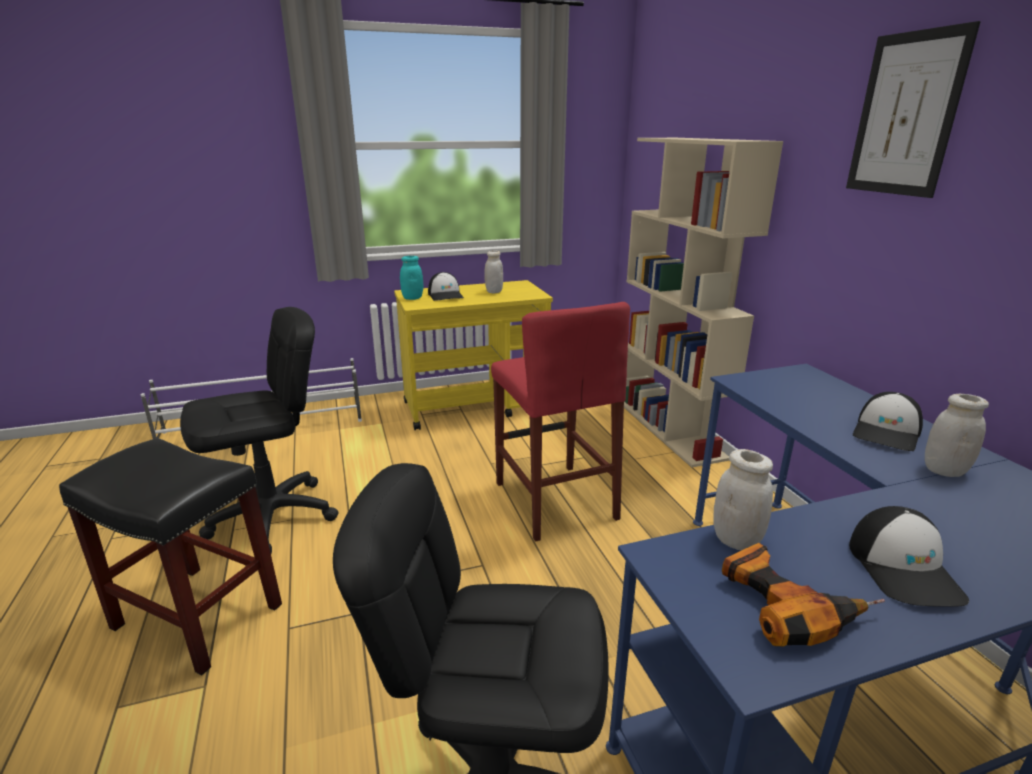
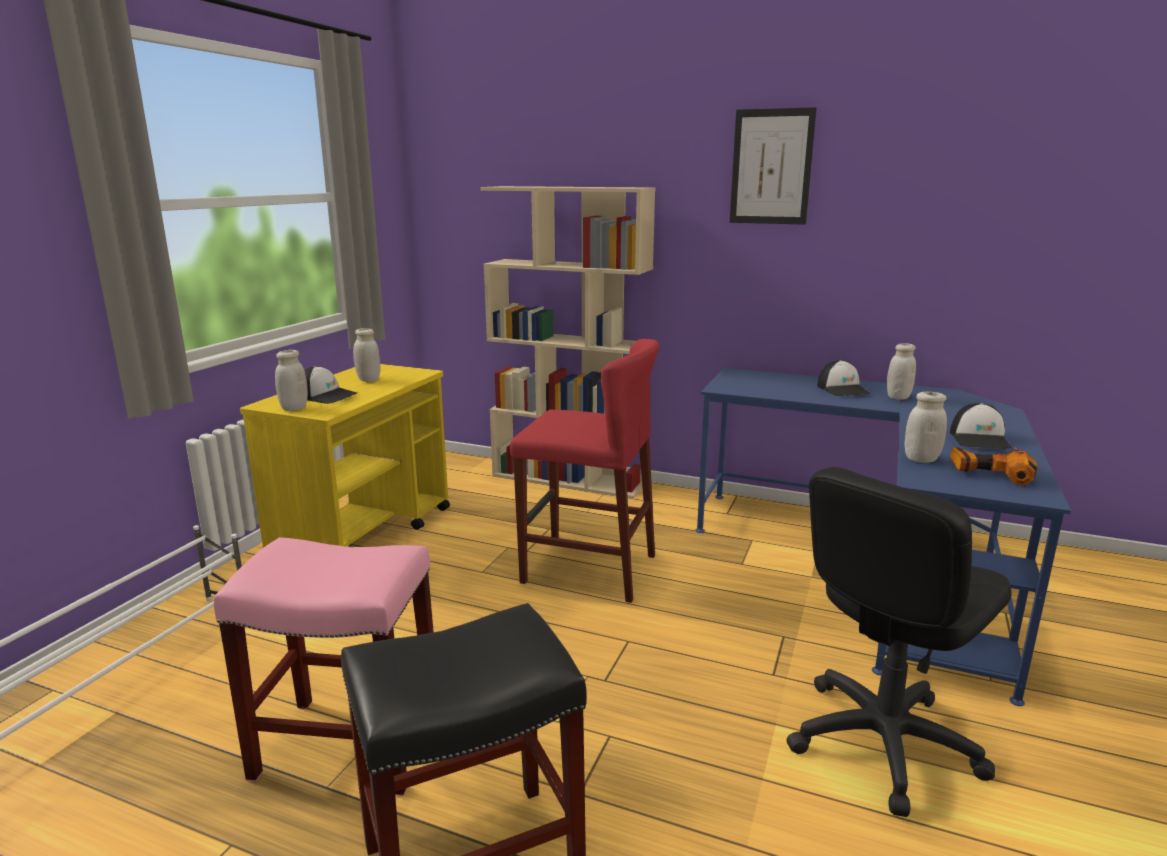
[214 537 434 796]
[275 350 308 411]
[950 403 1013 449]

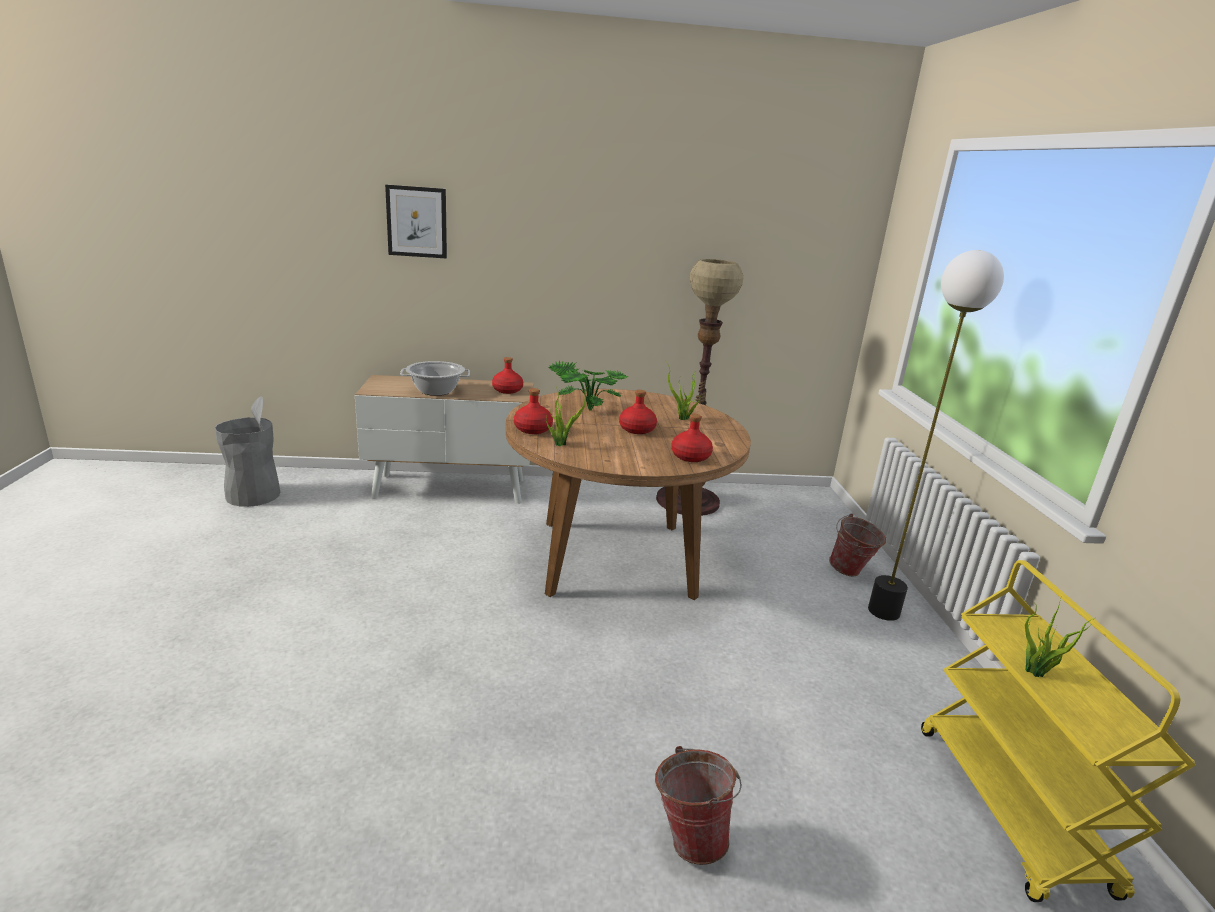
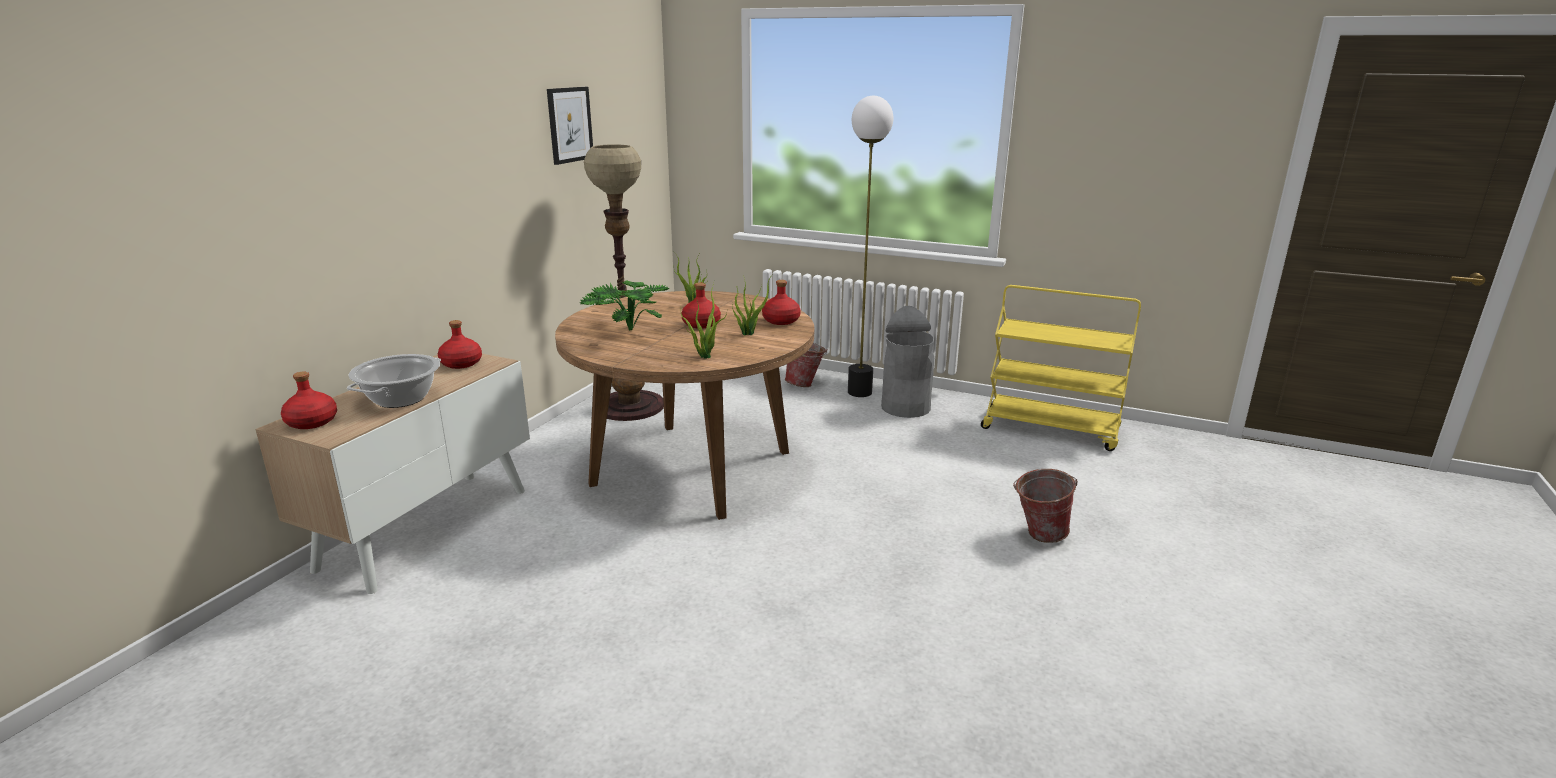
[881 306 934 418]
[547 87 593 165]
[281 371 337 429]
[732 273 774 335]

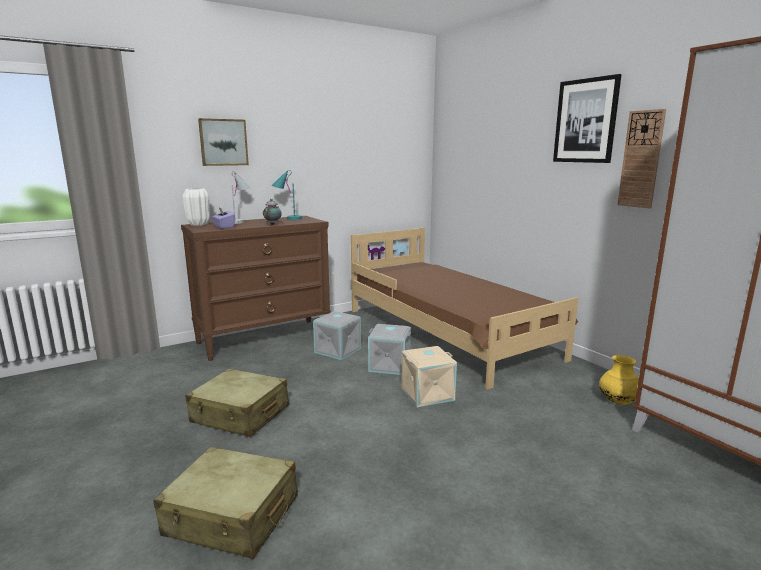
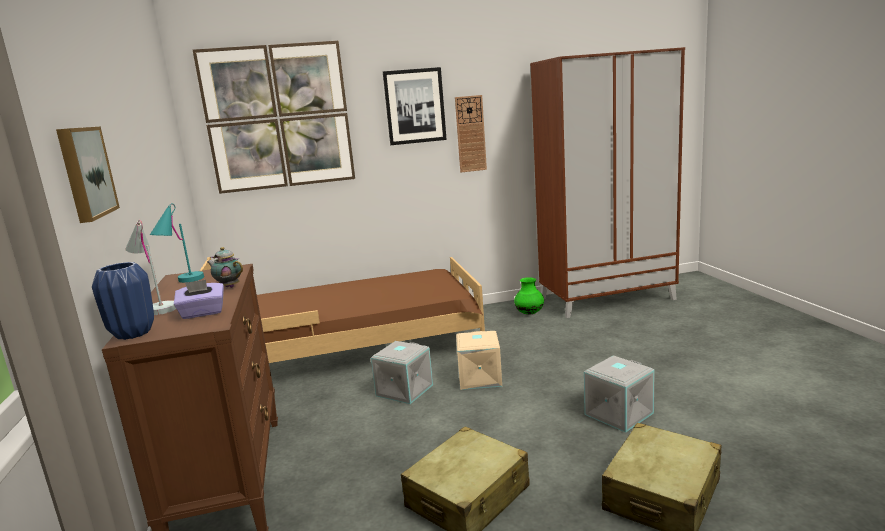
[193 41 355 194]
[584 355 655 433]
[92 262 154 340]
[514 277 544 314]

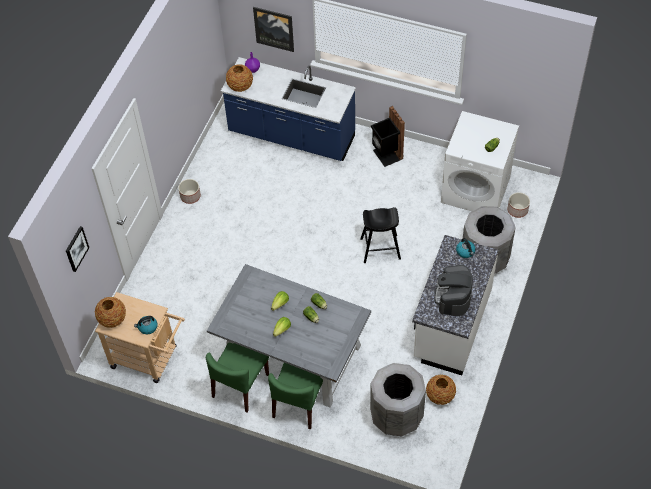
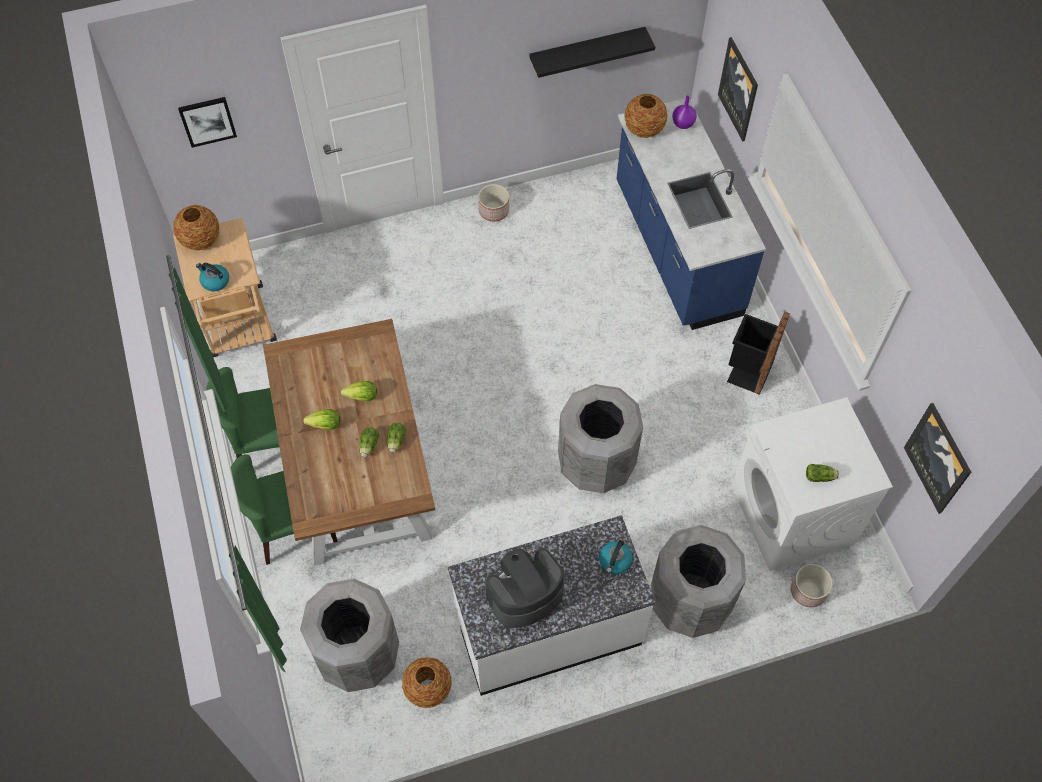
[529 27 655 78]
[904 403 971 514]
[558 384 643 493]
[263 319 435 566]

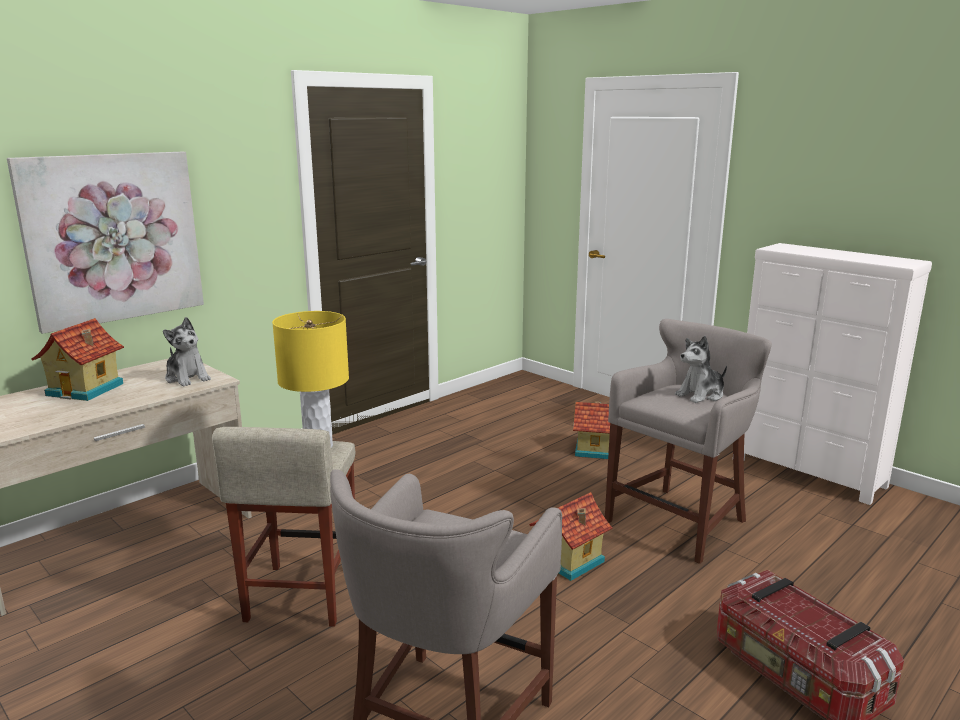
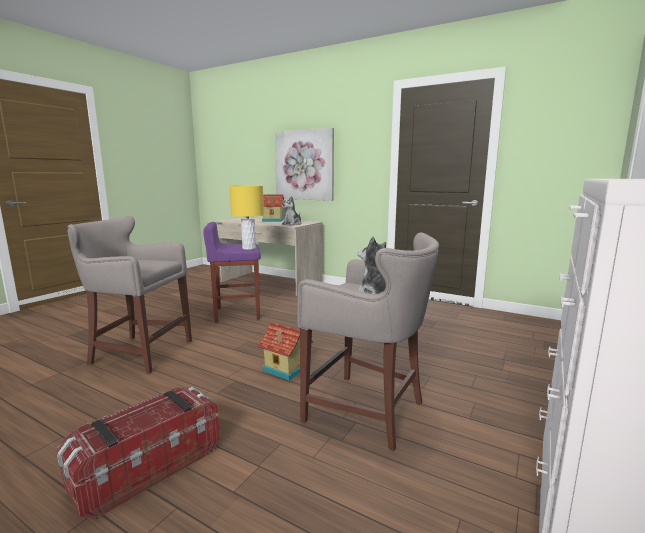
[573 402 610 459] (first image)
[203 222 261 323]

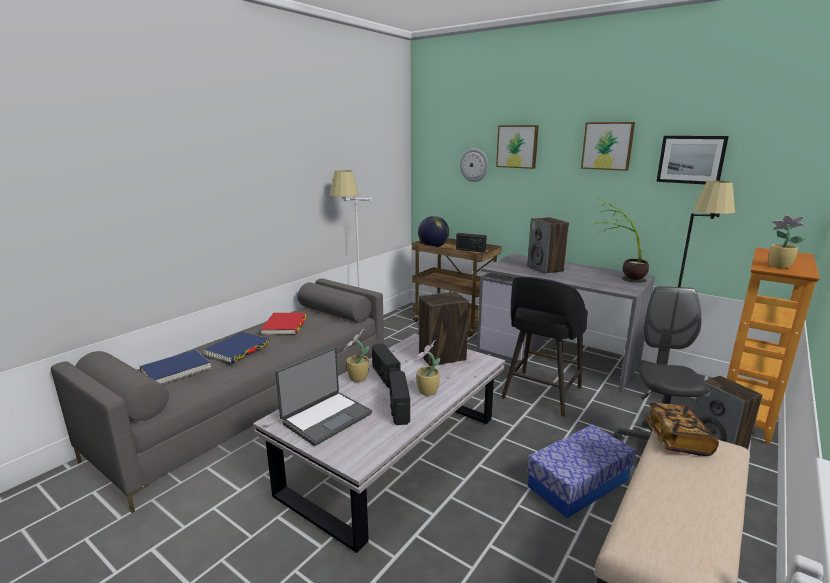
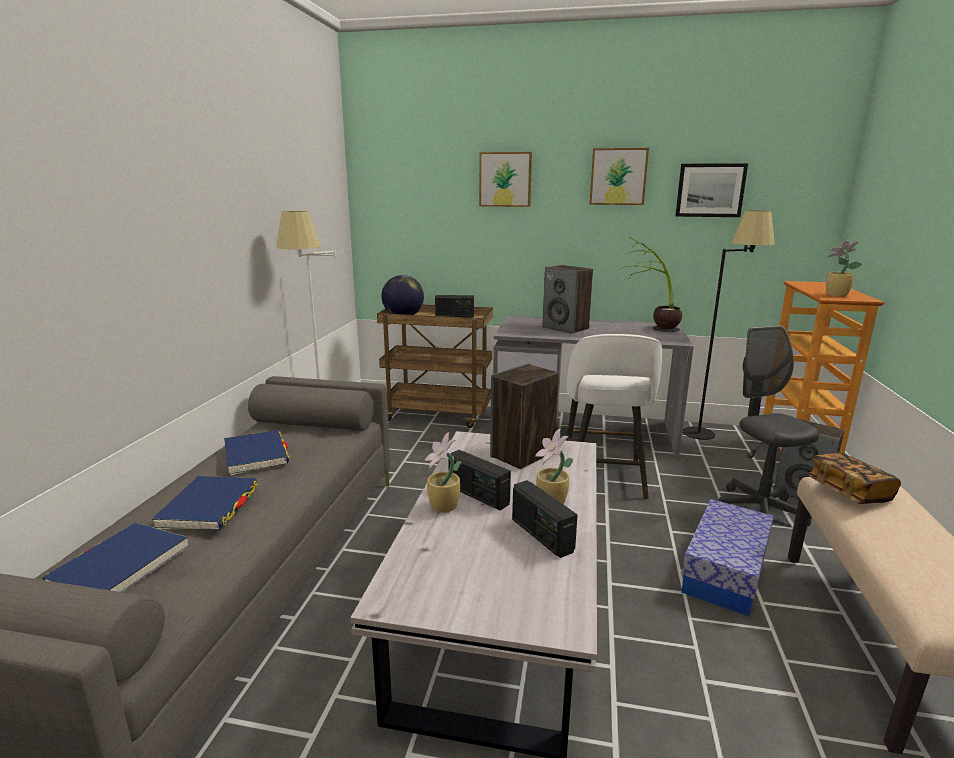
[275 347 372 446] (first image)
[460 148 488 182] (first image)
[224 430 289 476]
[566 334 662 499]

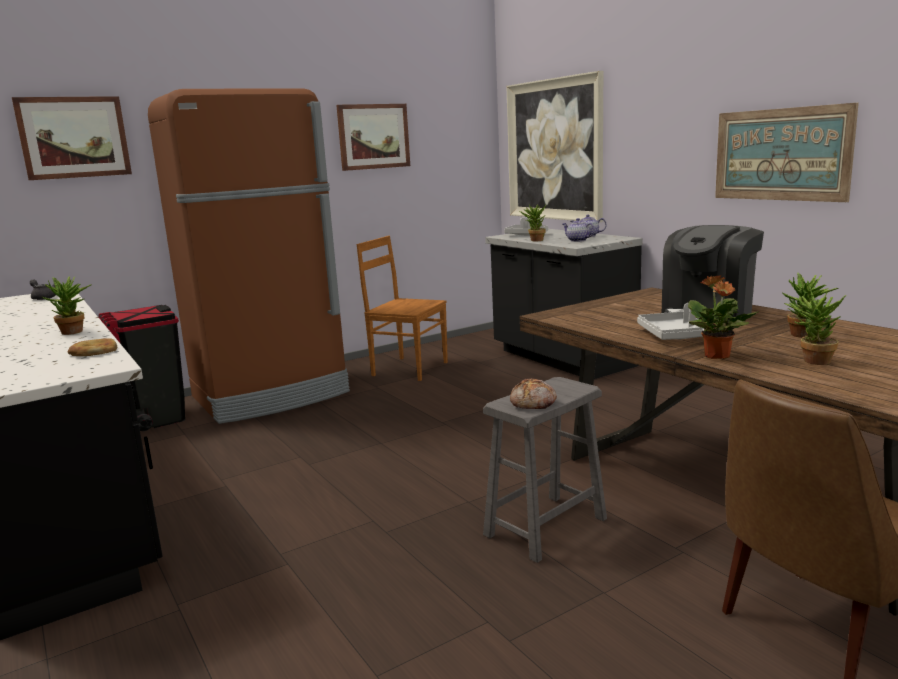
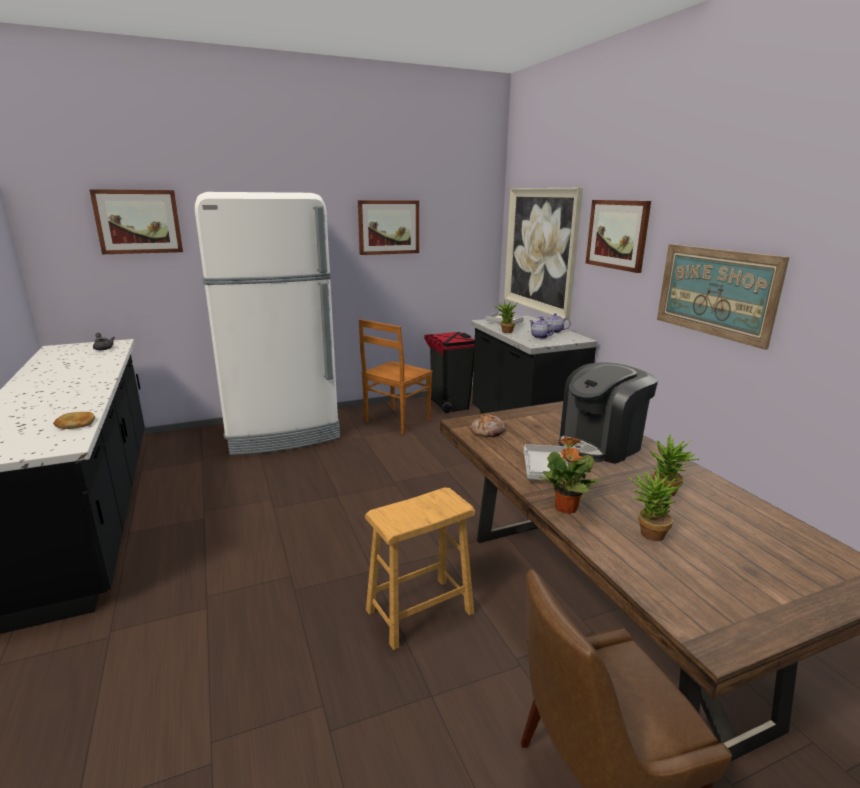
[42 276 91 335] (first image)
[586 200 651 273]
[424 332 475 413]
[471 414 506 438]
[195 192 340 455]
[365 488 475 650]
[359 319 433 434]

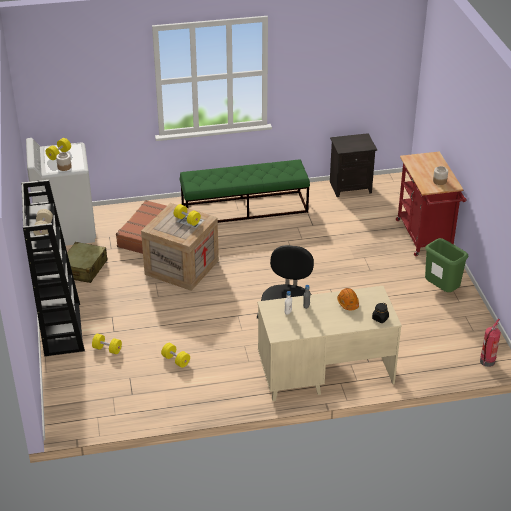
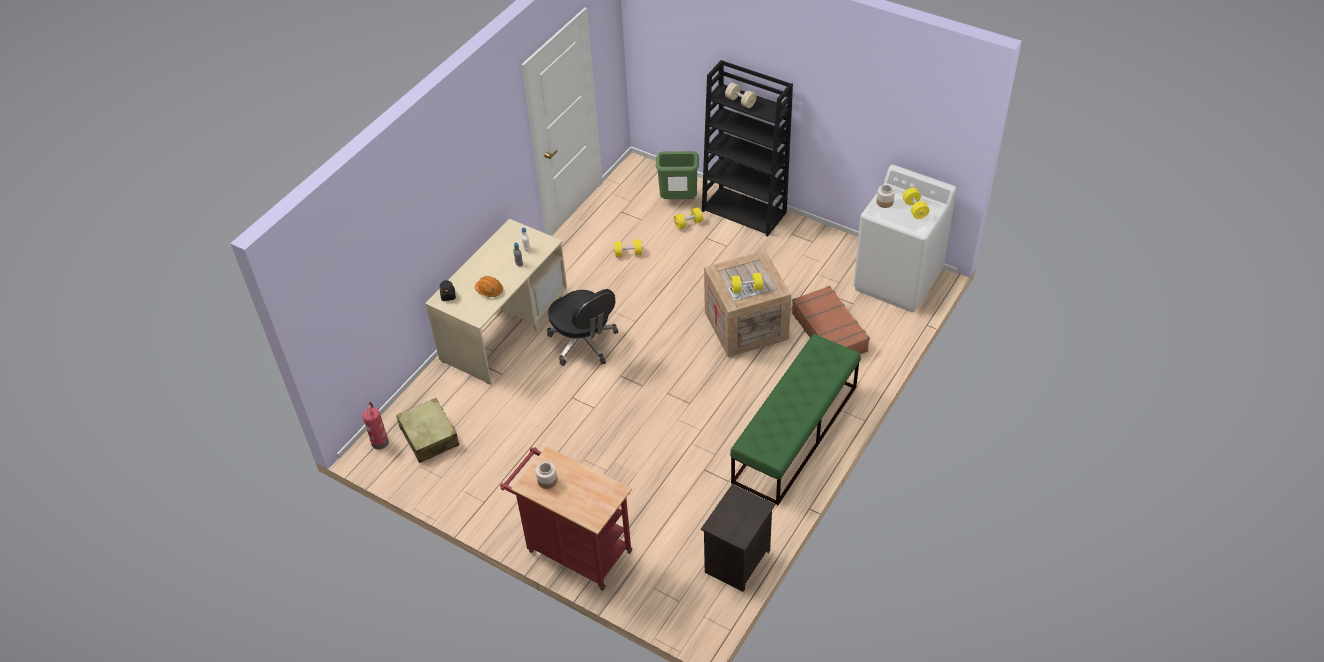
[396 398 459 463]
[656 151 699 199]

